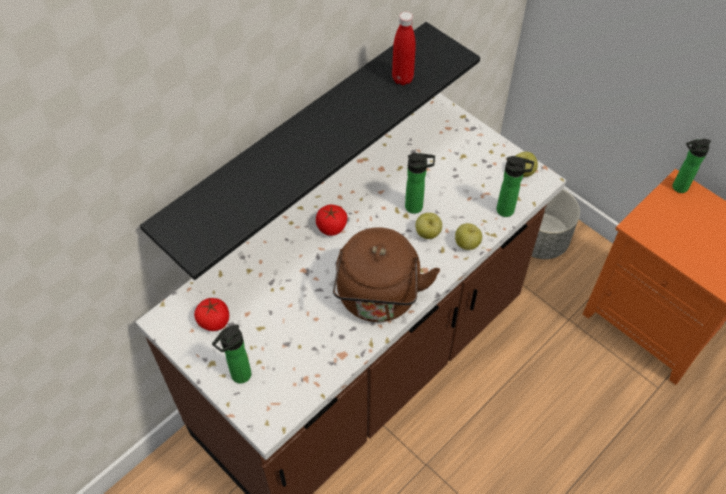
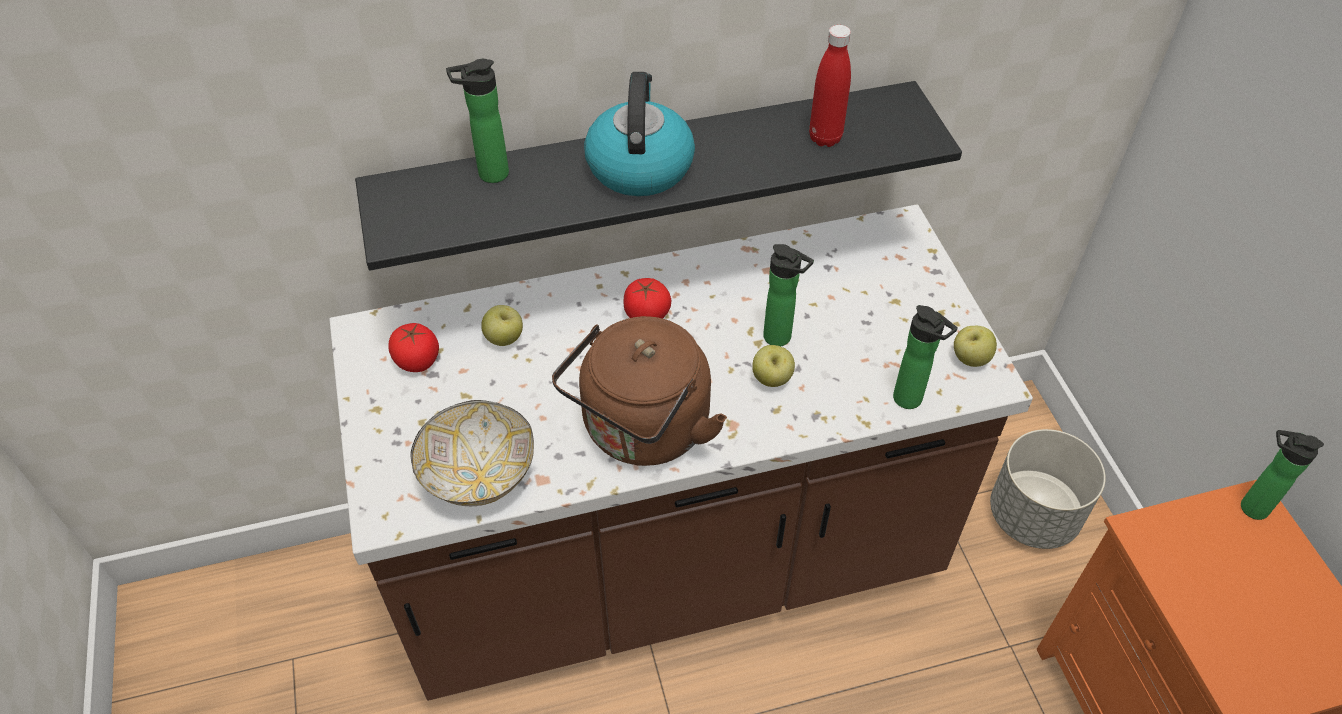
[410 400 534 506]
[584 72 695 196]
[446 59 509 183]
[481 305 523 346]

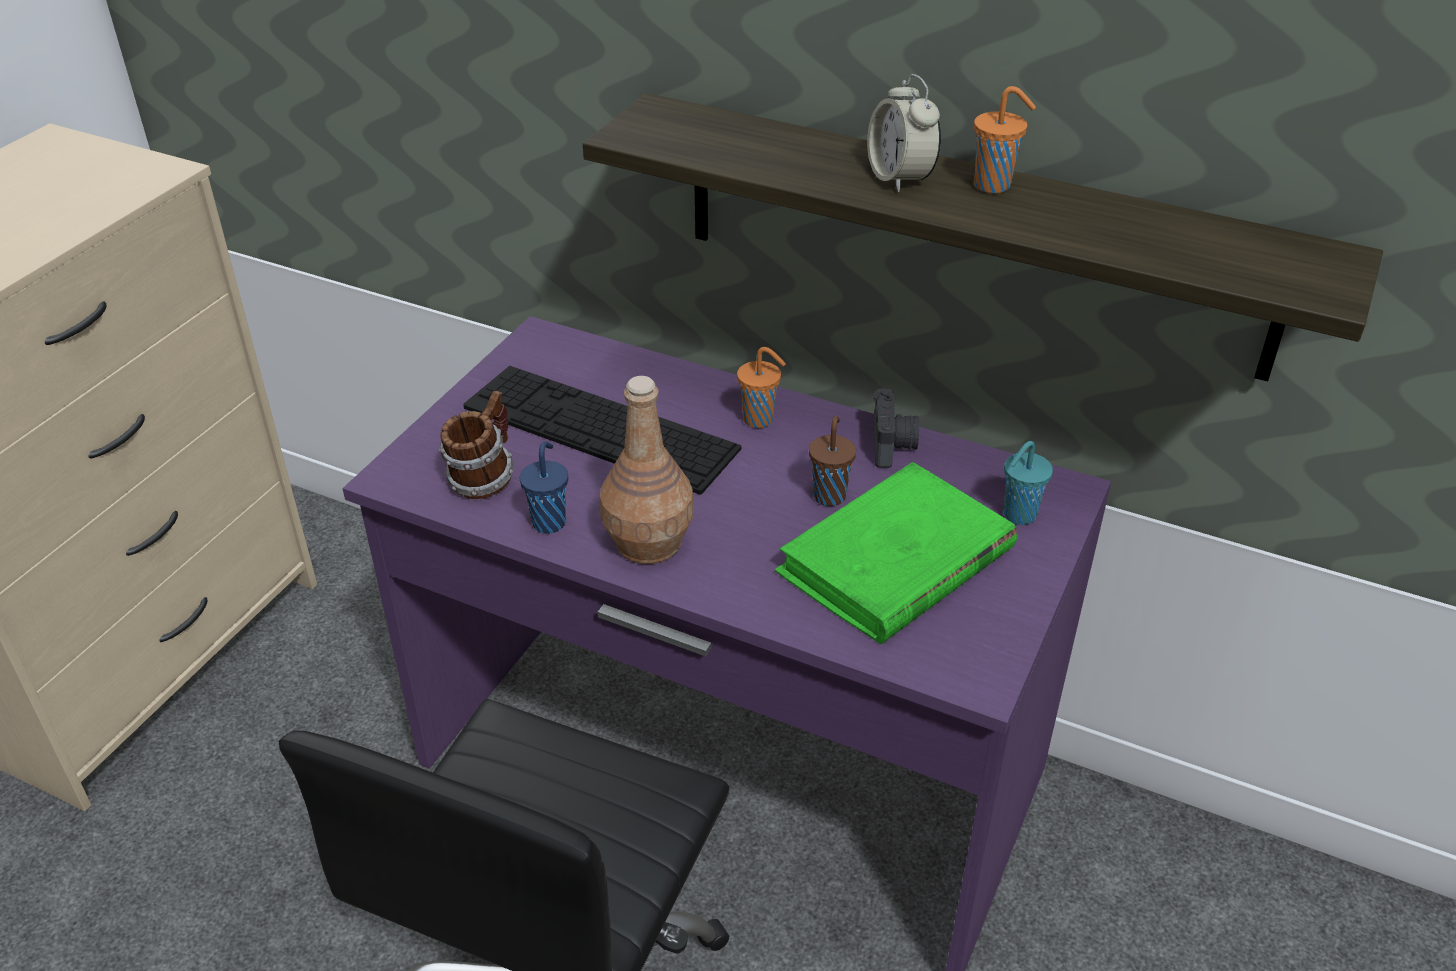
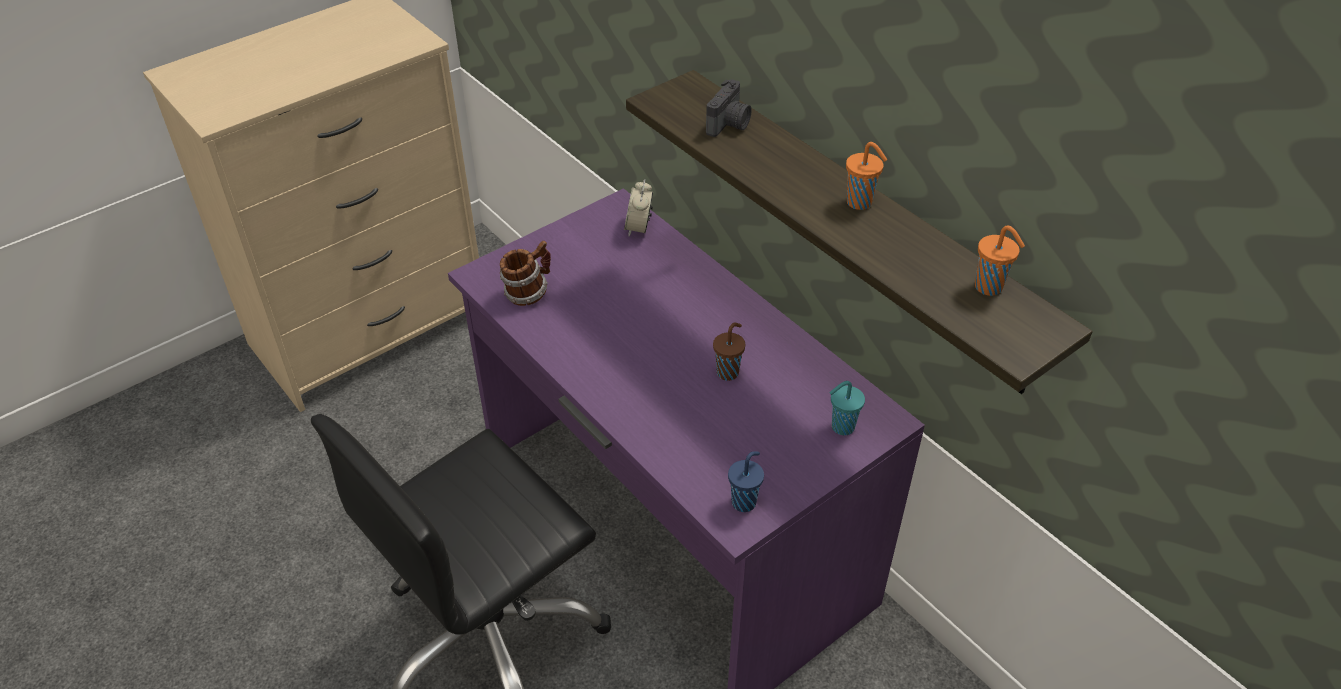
[463 366 741 495] (first image)
[600 376 694 564] (first image)
[775 462 1017 644] (first image)
[728 451 764 512]
[975 226 1025 296]
[624 179 653 237]
[706 79 752 137]

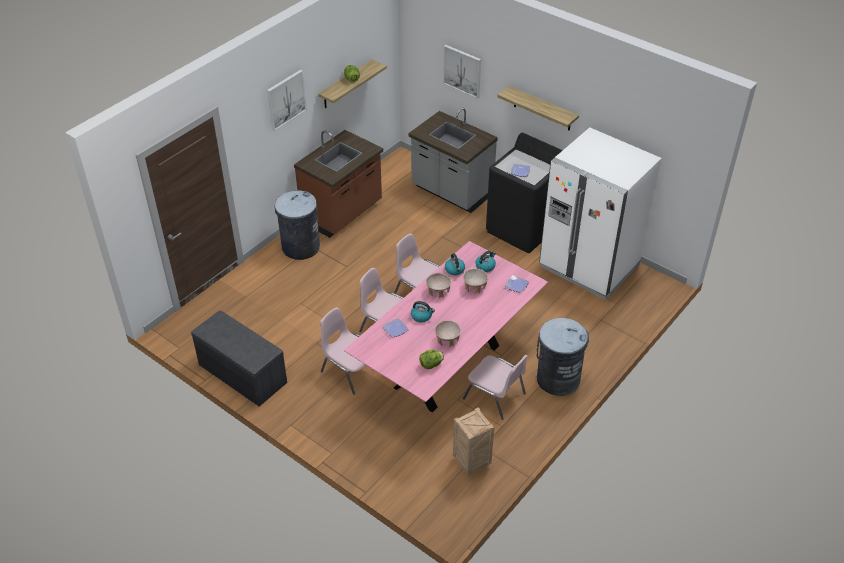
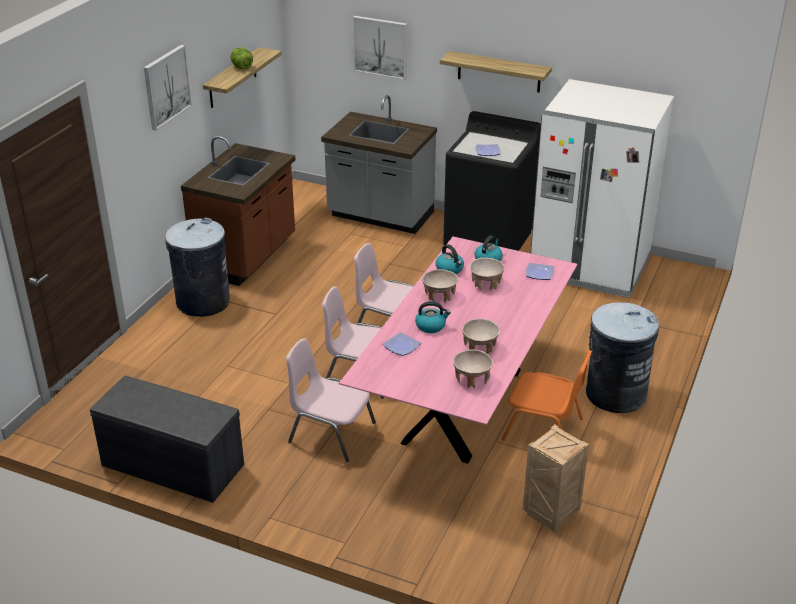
[453 349 493 388]
[502 350 592 440]

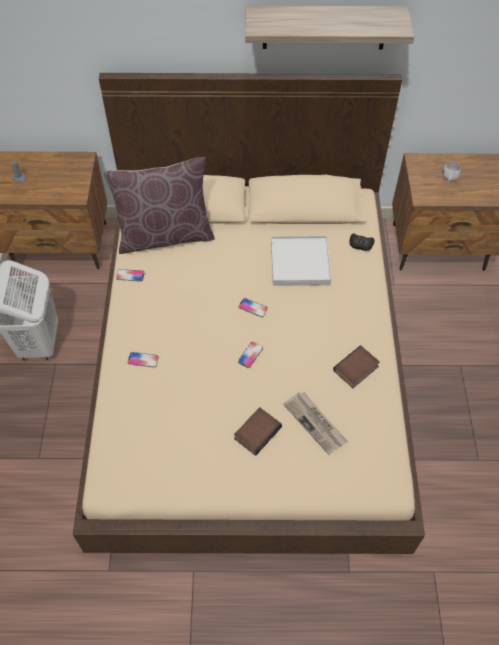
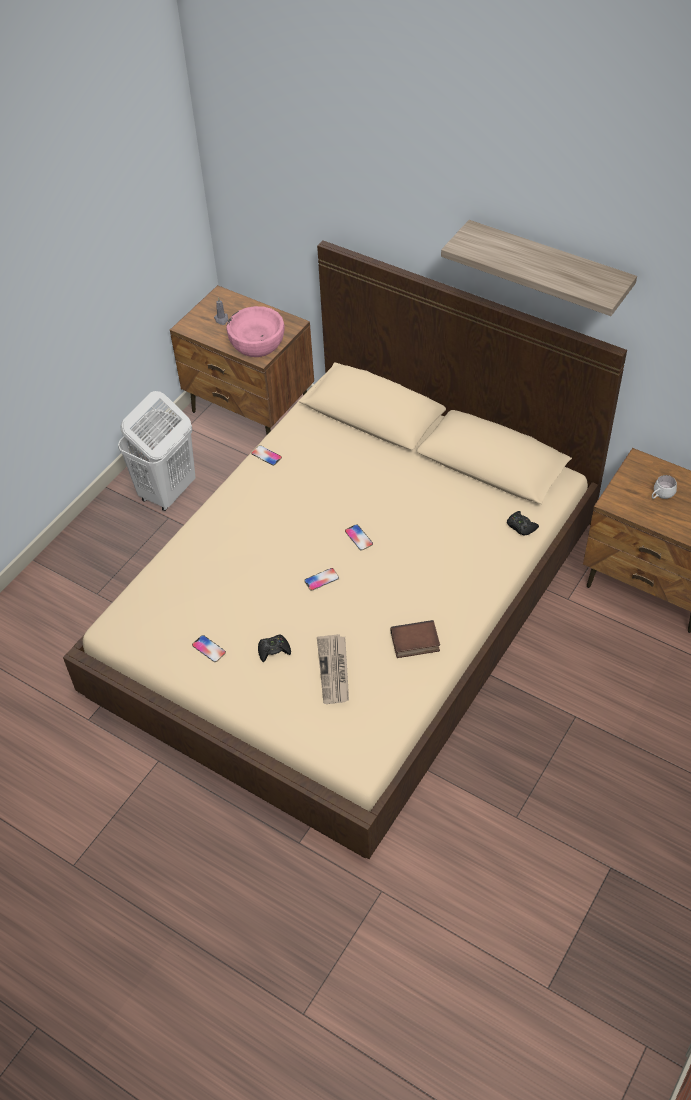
[104 157 215 254] (first image)
[271 236 331 286] (first image)
[226 306 285 357]
[192 635 226 662]
[258 634 291 662]

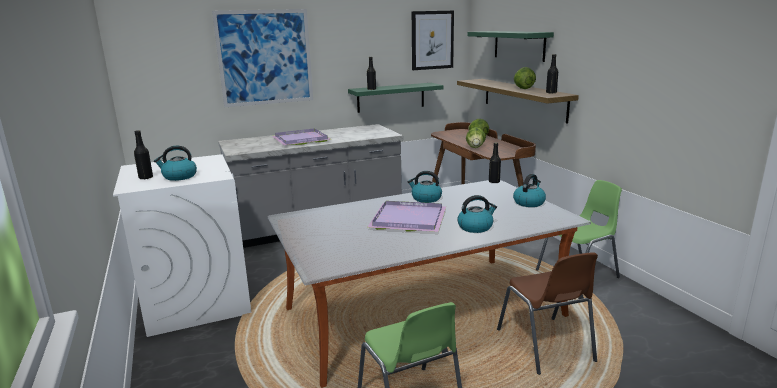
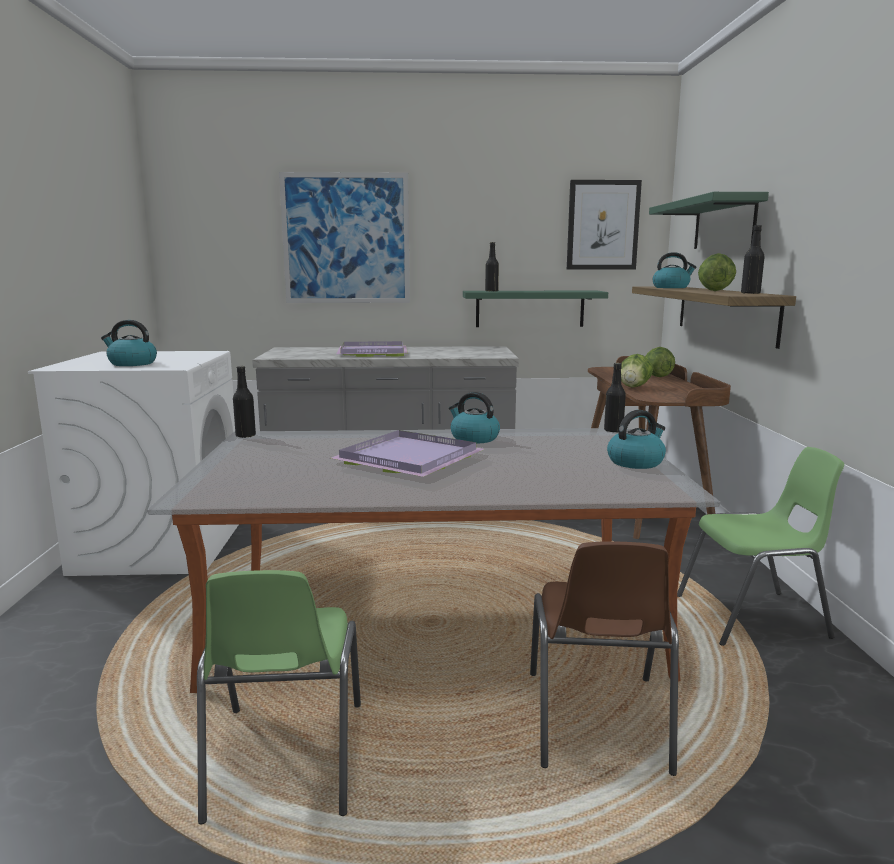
[233 366 256 438]
[653 252 696 288]

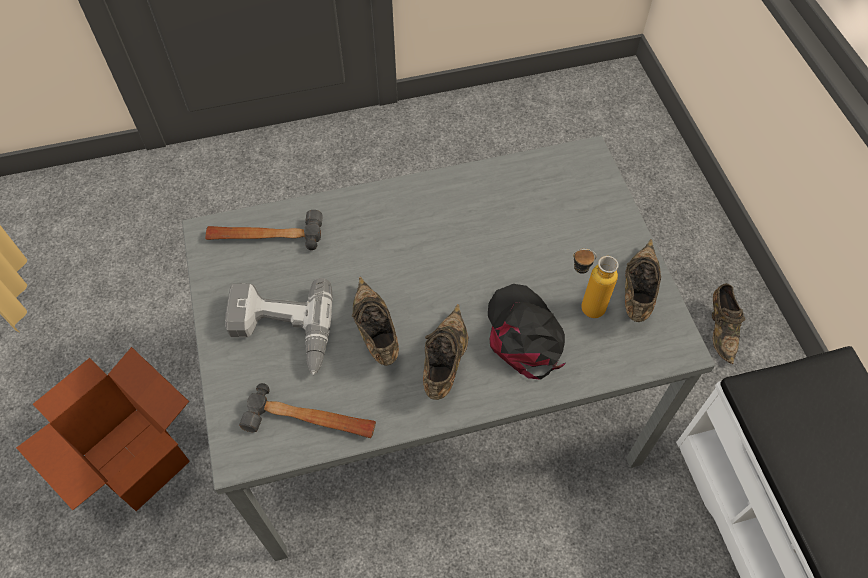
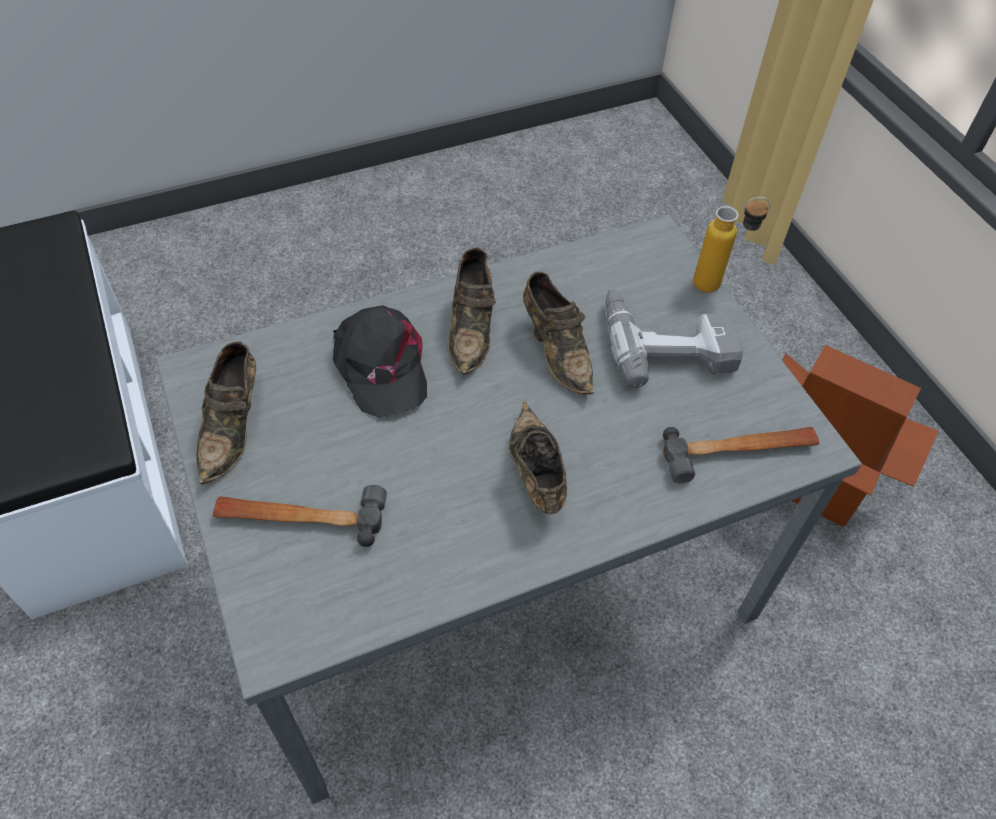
[213 485 387 547]
[693 197 771 293]
[509 401 567 514]

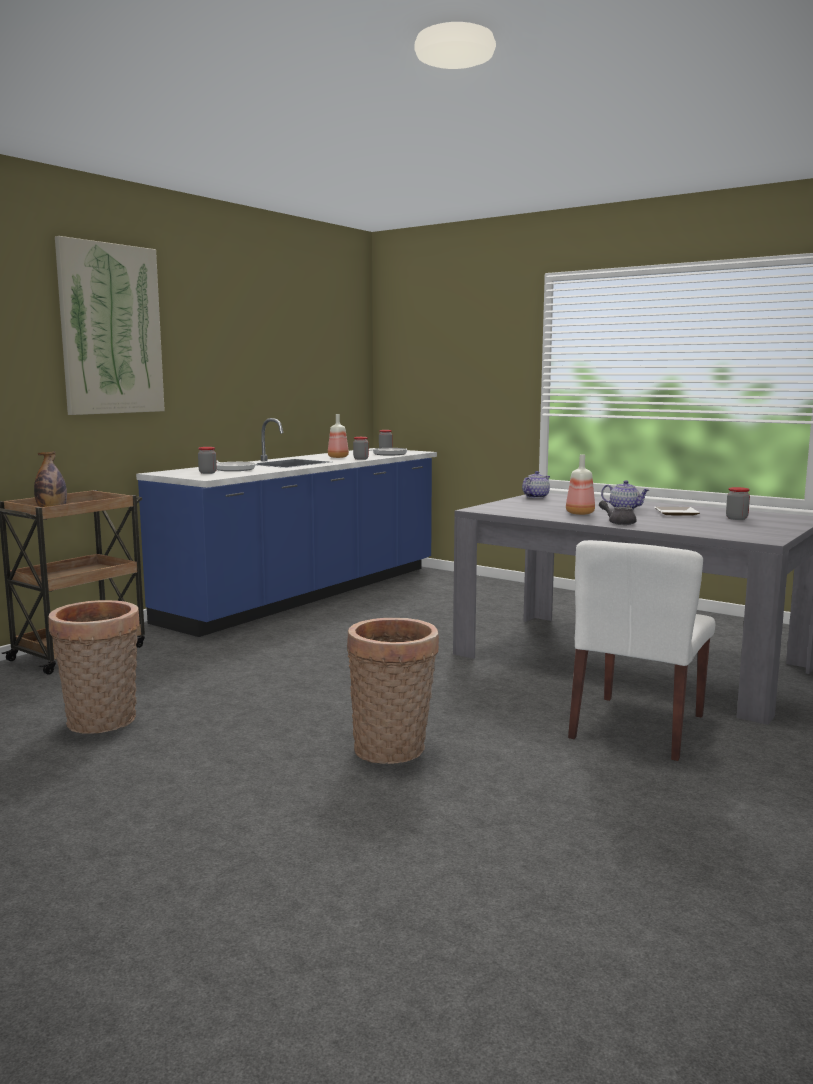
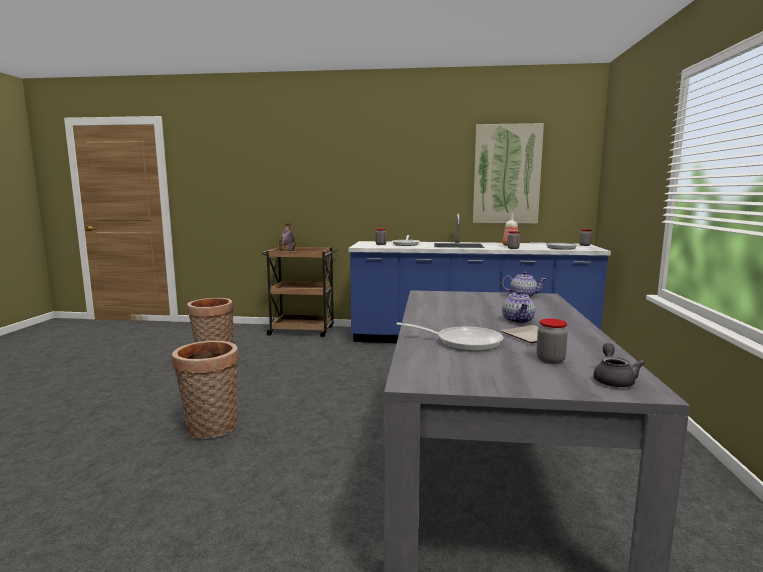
[566 454 595 515] (first image)
[568 540 715 761] (first image)
[397 322 504 351]
[473 123 544 224]
[593 343 644 387]

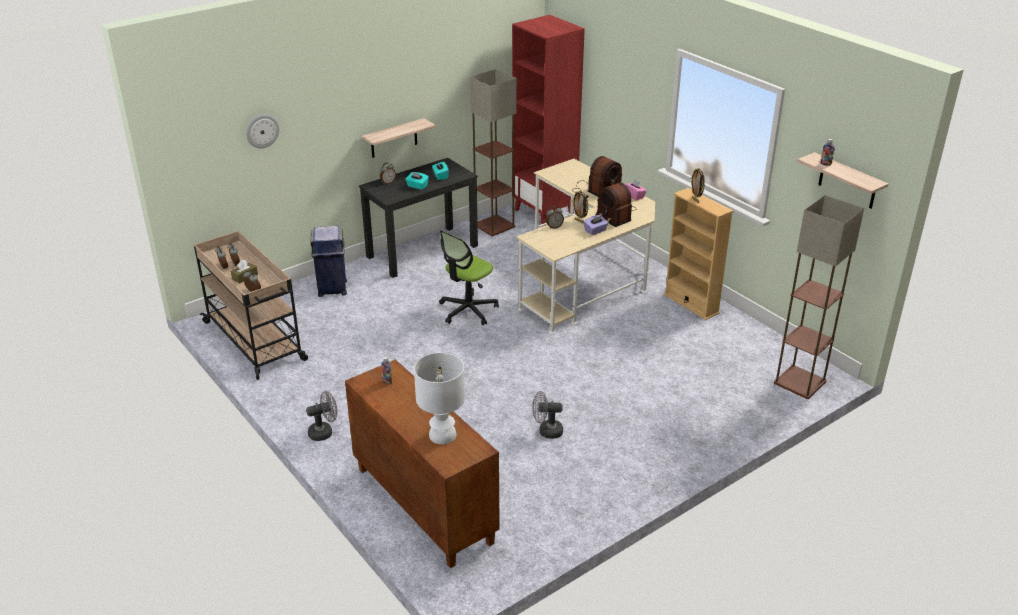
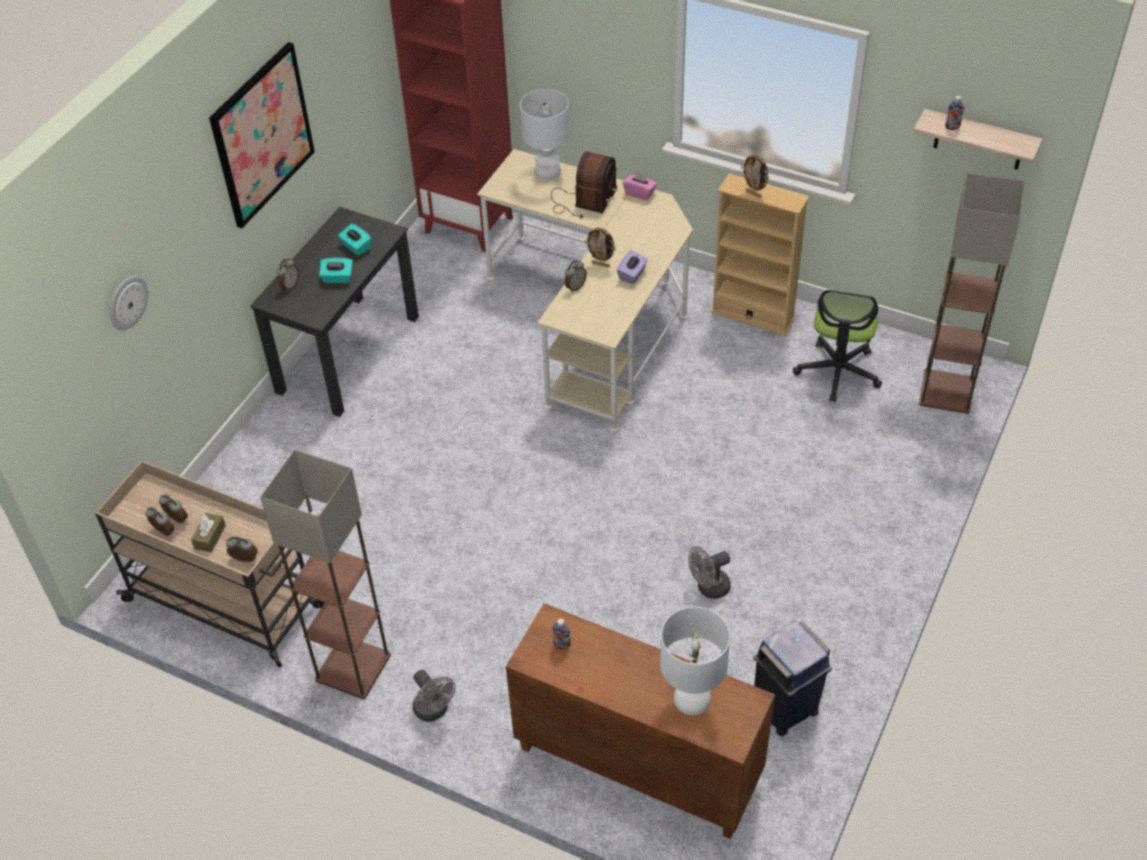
[362 118 436 158] (first image)
[596 183 637 227] (first image)
[209 42 315 228]
[520 89 570 180]
[754 620 832 736]
[793 290 882 402]
[260 449 391 699]
[413 670 456 722]

